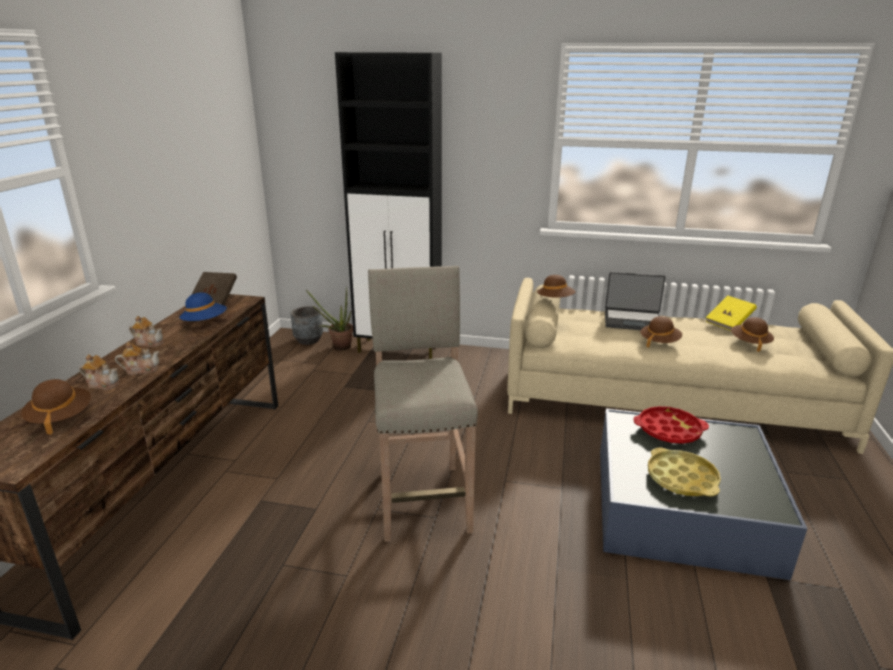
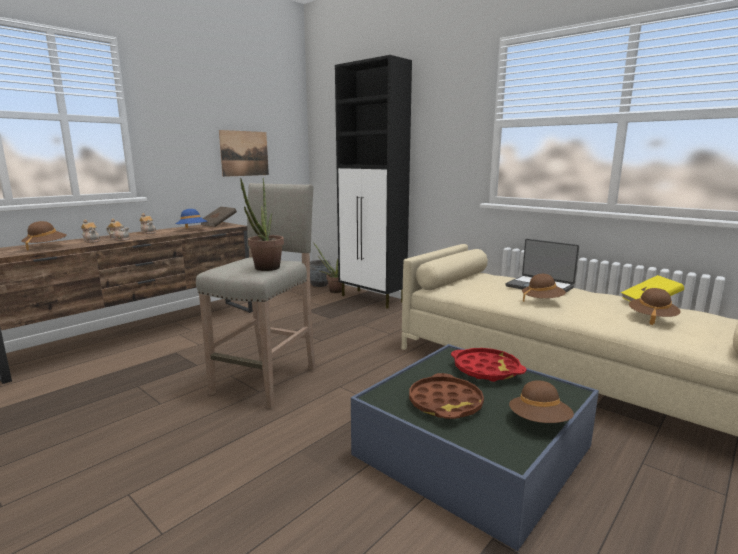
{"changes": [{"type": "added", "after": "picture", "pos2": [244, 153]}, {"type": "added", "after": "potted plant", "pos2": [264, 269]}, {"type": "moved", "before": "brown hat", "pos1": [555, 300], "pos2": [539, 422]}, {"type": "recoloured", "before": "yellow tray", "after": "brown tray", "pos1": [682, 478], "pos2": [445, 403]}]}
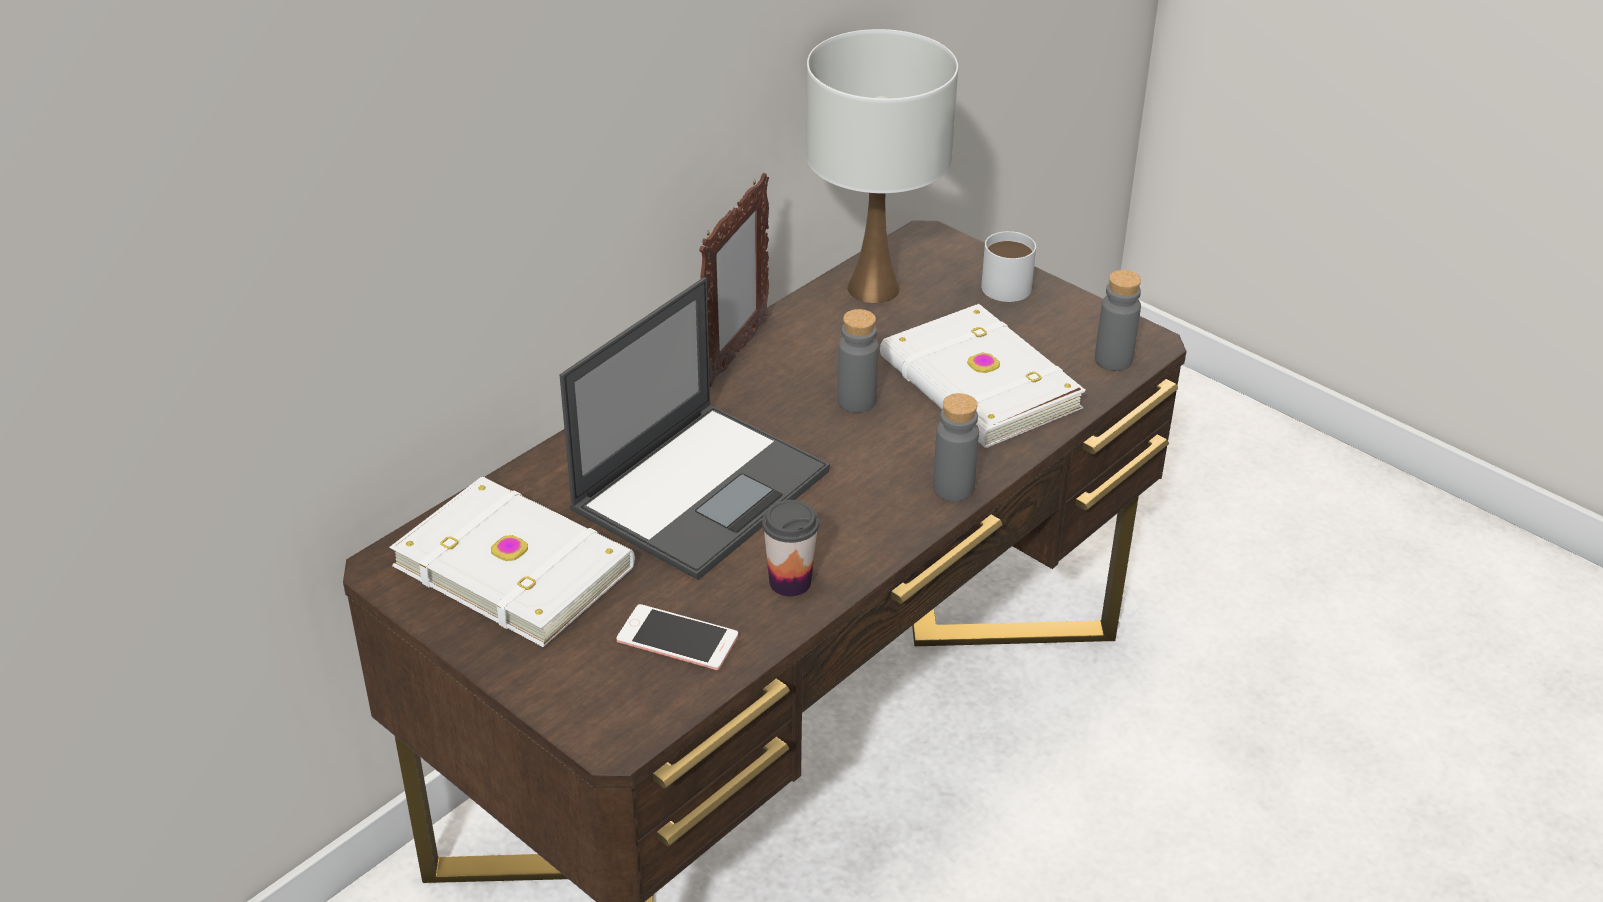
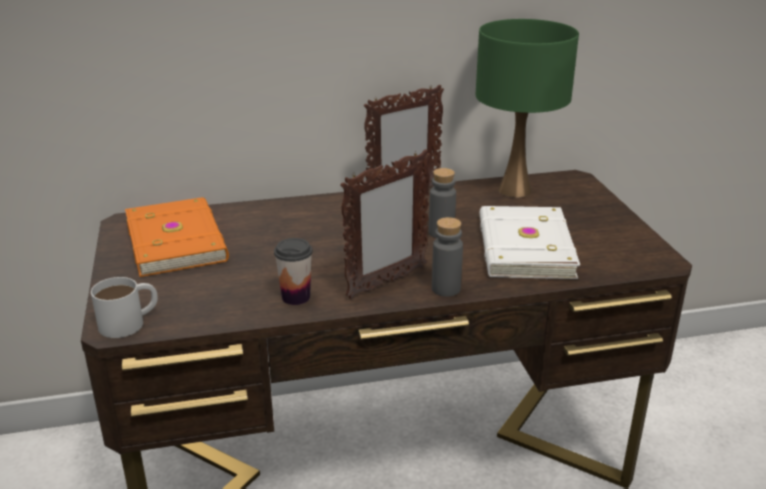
{"changes": [{"type": "removed", "before": "laptop", "pos1": [702, 488]}, {"type": "removed", "before": "phone", "pos1": [677, 638]}, {"type": "removed", "before": "grey bottle", "pos1": [1113, 360]}, {"type": "added", "after": "picture frame", "pos2": [386, 282]}, {"type": "moved", "before": "white mug", "pos1": [1009, 281], "pos2": [130, 322]}, {"type": "recoloured", "before": "white book", "after": "orange book", "pos1": [515, 564], "pos2": [178, 240]}, {"type": "recoloured", "before": "white table lamp", "after": "green table lamp", "pos1": [872, 288], "pos2": [514, 190]}]}
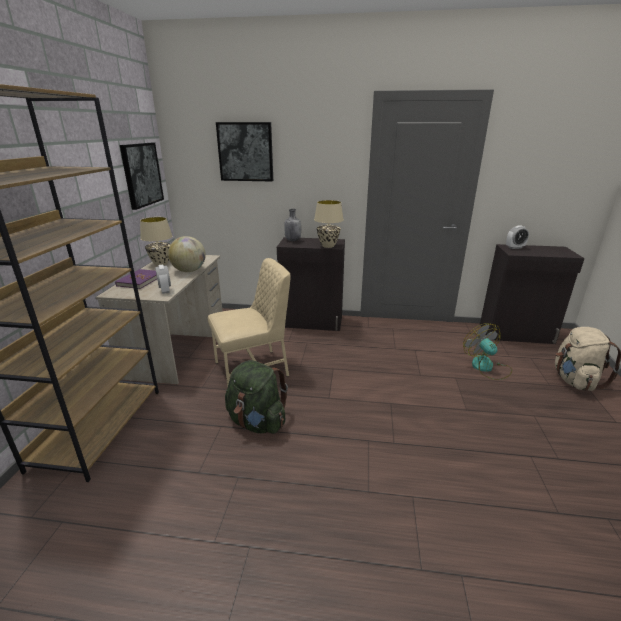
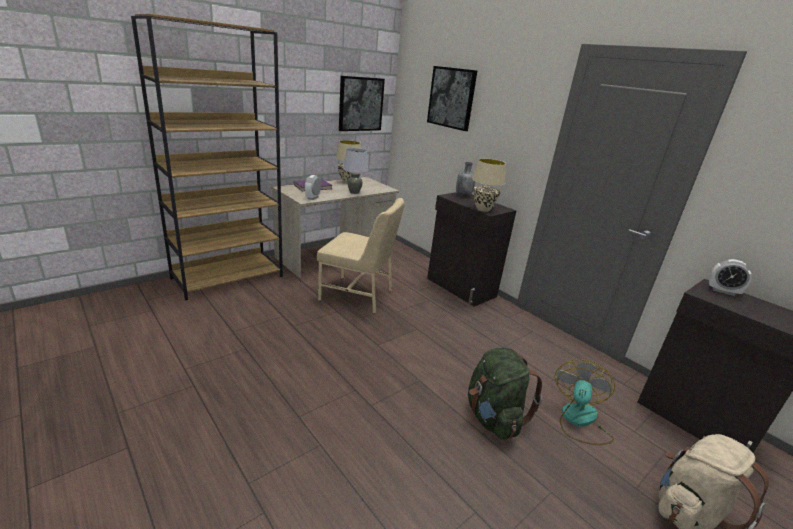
{"changes": [{"type": "moved", "before": "green backpack", "pos1": [257, 422], "pos2": [493, 417]}, {"type": "replaced", "before": "globe", "after": "grey table lamp", "pos1": [189, 271], "pos2": [354, 192]}]}
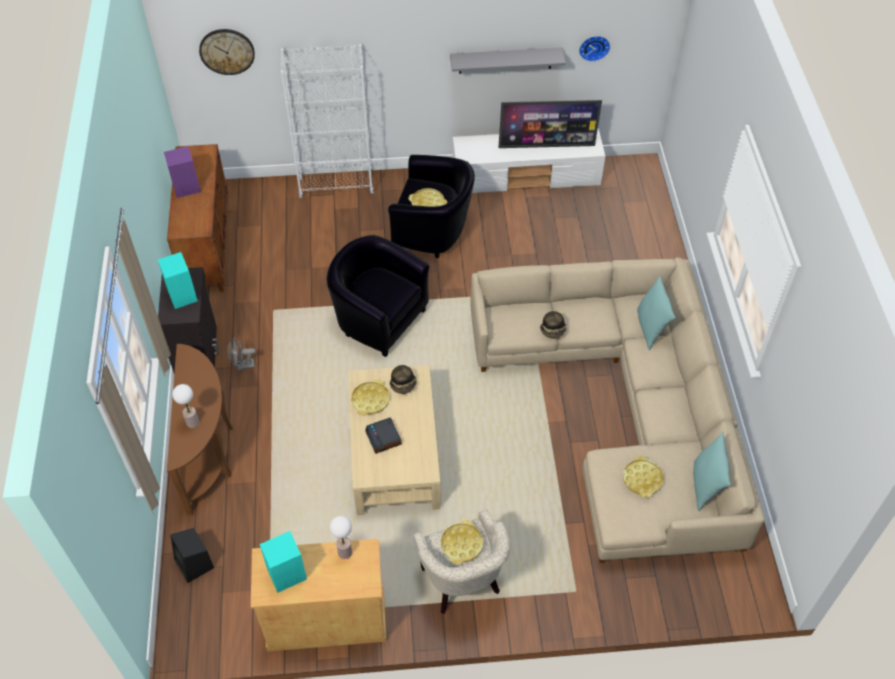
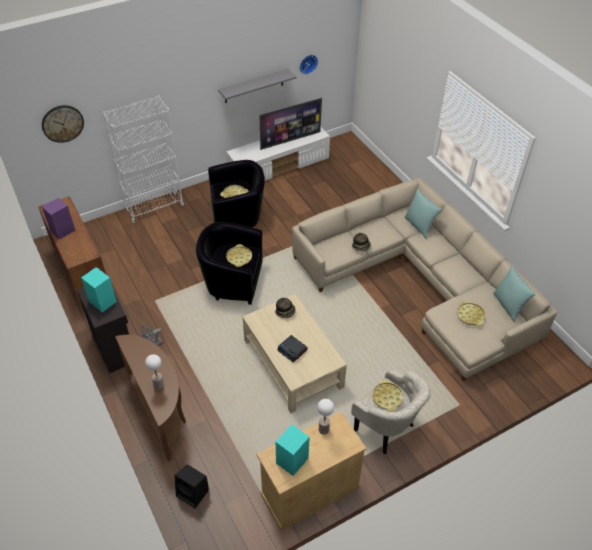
{"changes": [{"type": "moved", "before": "yellow tray", "pos1": [370, 400], "pos2": [239, 258]}]}
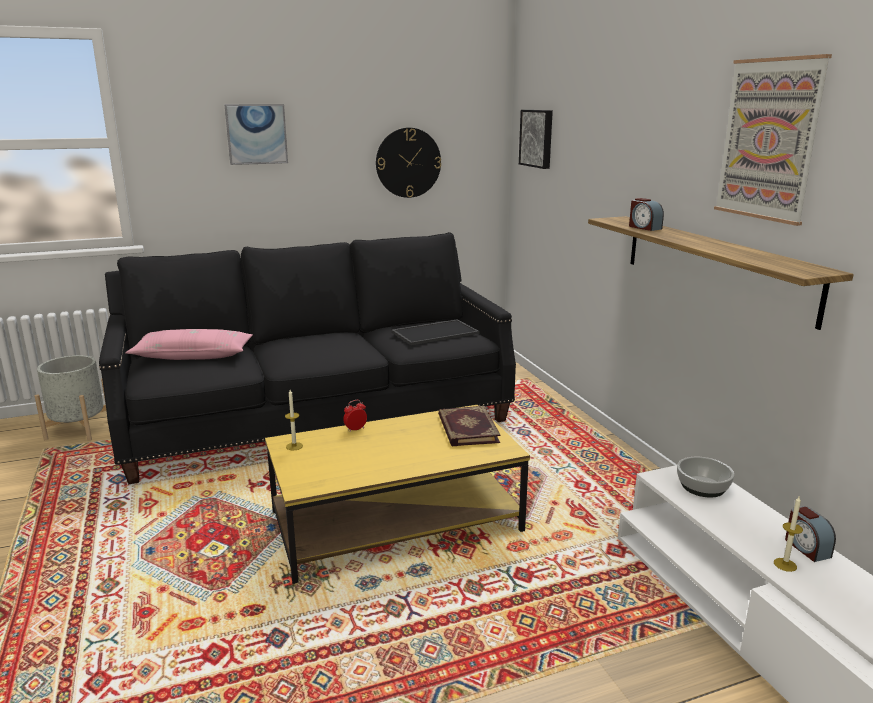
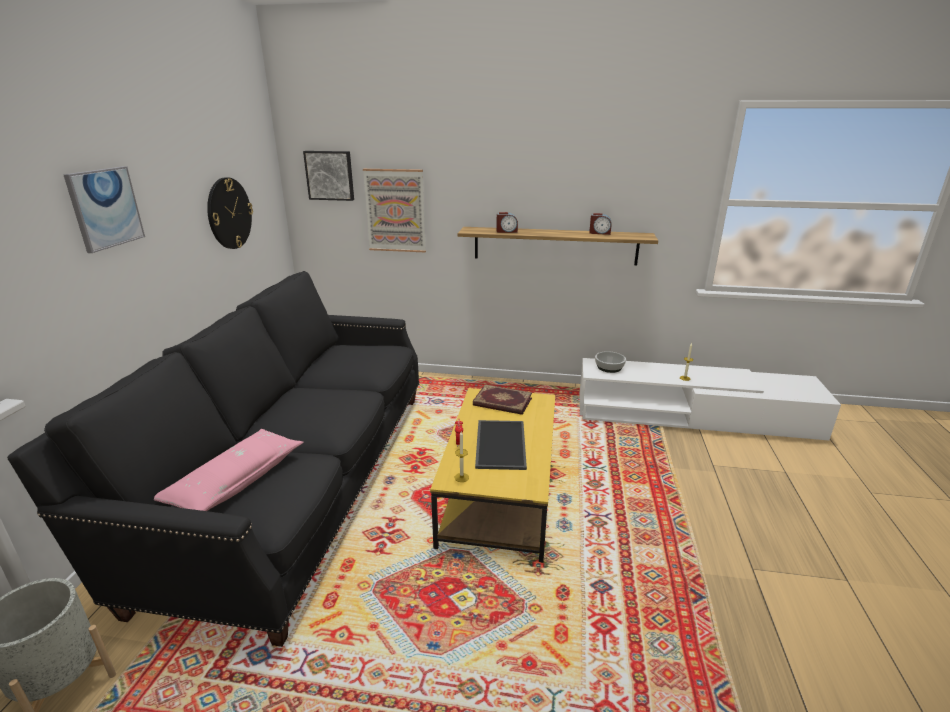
{"changes": [{"type": "moved", "before": "tray", "pos1": [435, 332], "pos2": [499, 444]}, {"type": "moved", "before": "picture", "pos1": [769, 140], "pos2": [395, 211]}, {"type": "moved", "before": "alarm clock", "pos1": [806, 548], "pos2": [599, 233]}]}
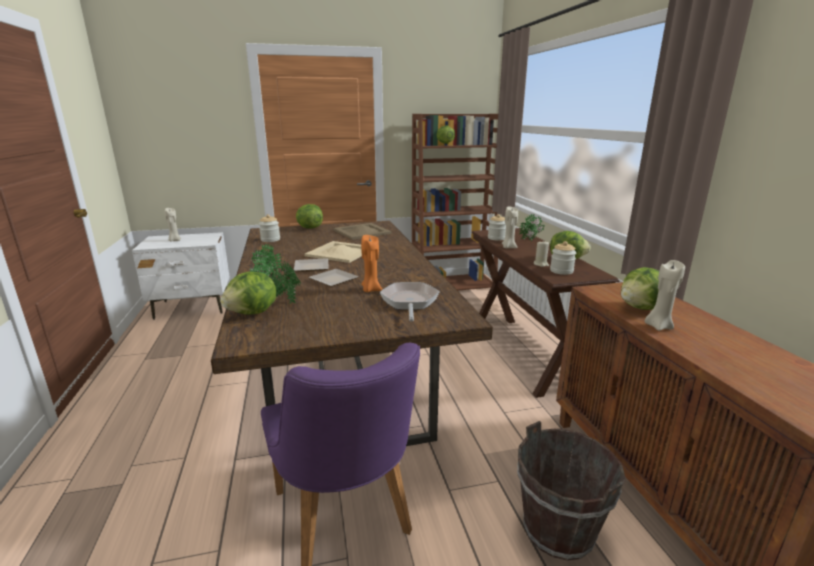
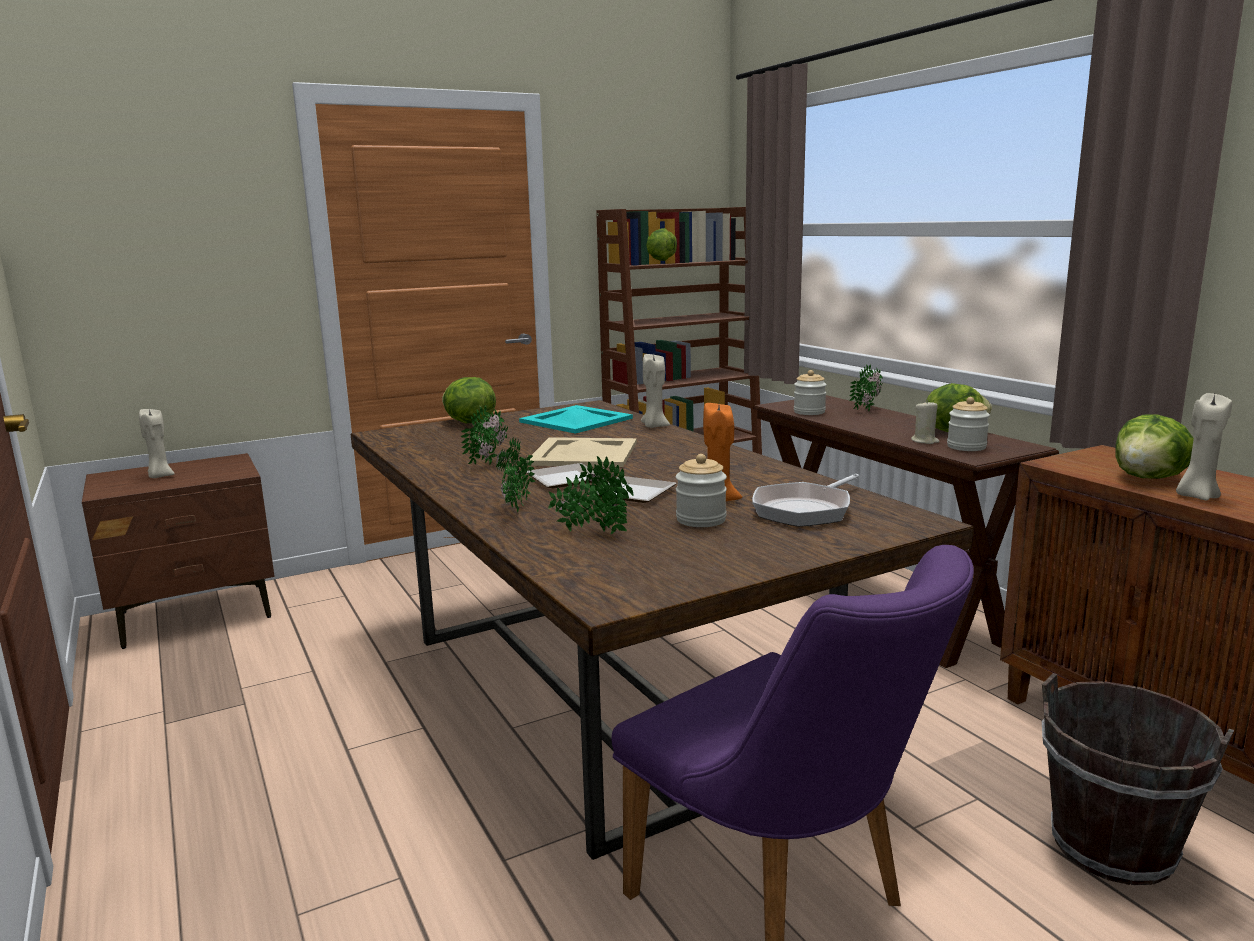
{"changes": [{"type": "removed", "before": "lettuce", "pos1": [253, 313]}, {"type": "added", "after": "potted plant", "pos2": [491, 463]}, {"type": "moved", "before": "jar", "pos1": [270, 240], "pos2": [701, 520]}, {"type": "moved", "before": "beige candle", "pos1": [508, 247], "pos2": [654, 426]}, {"type": "recoloured", "before": "white nightstand", "after": "brown nightstand", "pos1": [193, 307], "pos2": [197, 615]}, {"type": "recoloured", "before": "beige tray", "after": "turquoise tray", "pos1": [362, 231], "pos2": [576, 420]}, {"type": "turned", "before": "frying pan", "pos1": [409, 302], "pos2": [806, 510], "turn": -120}]}
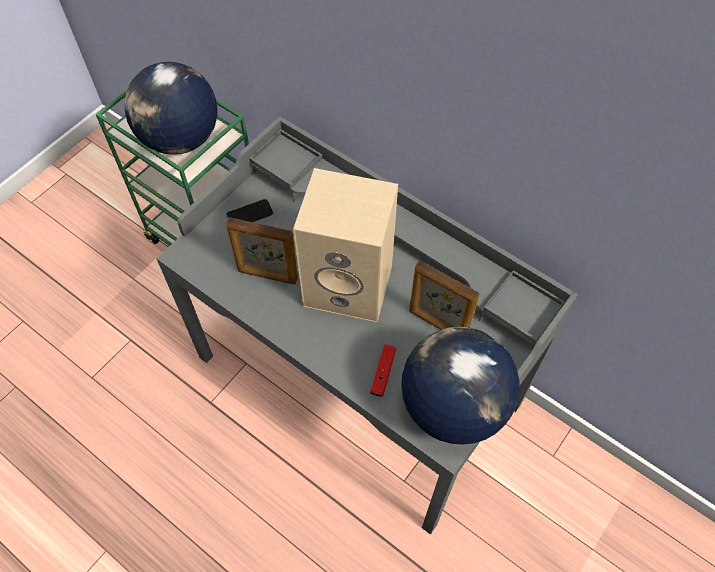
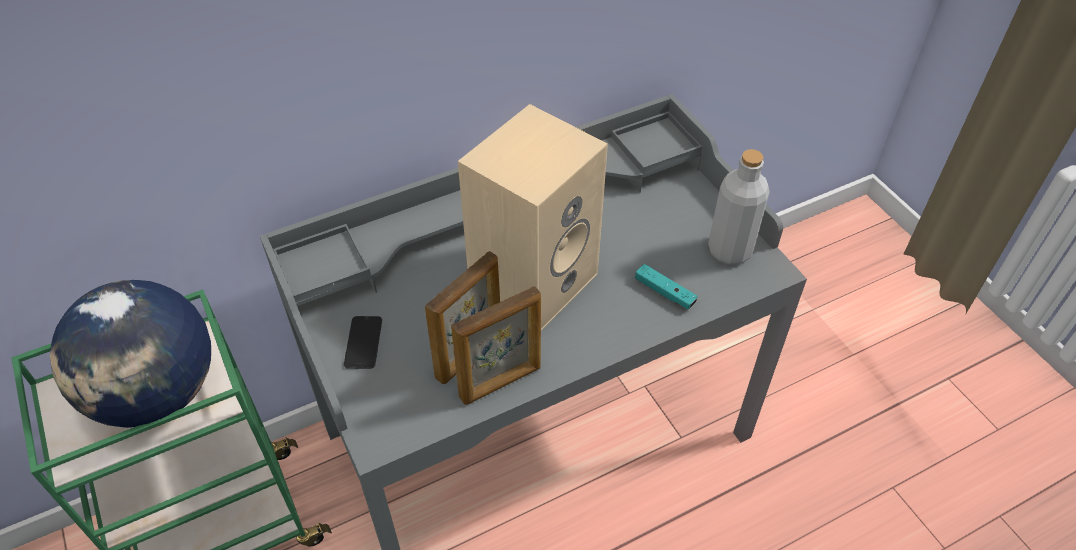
{"changes": [{"type": "moved", "before": "picture frame", "pos1": [437, 323], "pos2": [501, 382]}, {"type": "replaced", "before": "globe", "after": "grey bottle", "pos1": [452, 406], "pos2": [730, 250]}, {"type": "recoloured", "before": "red game controller", "after": "turquoise game controller", "pos1": [383, 373], "pos2": [664, 292]}]}
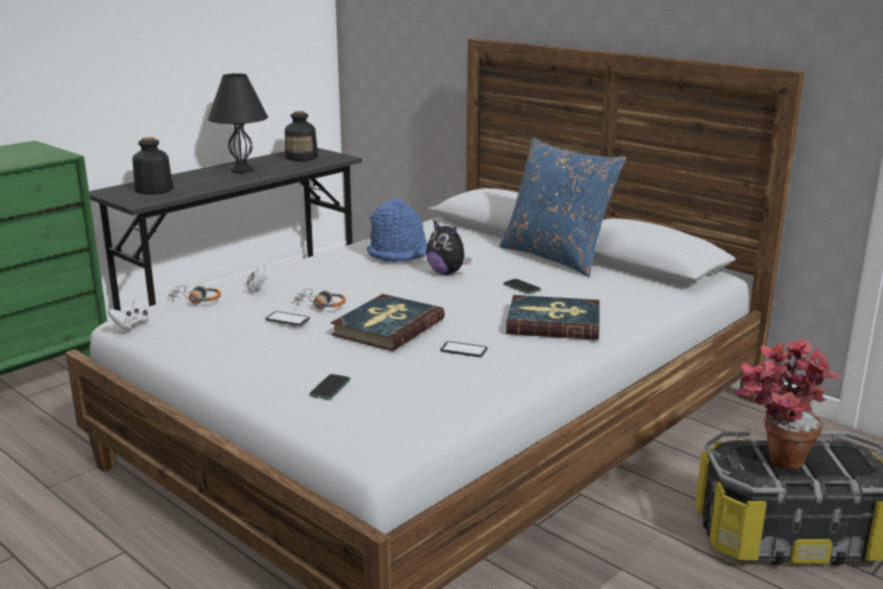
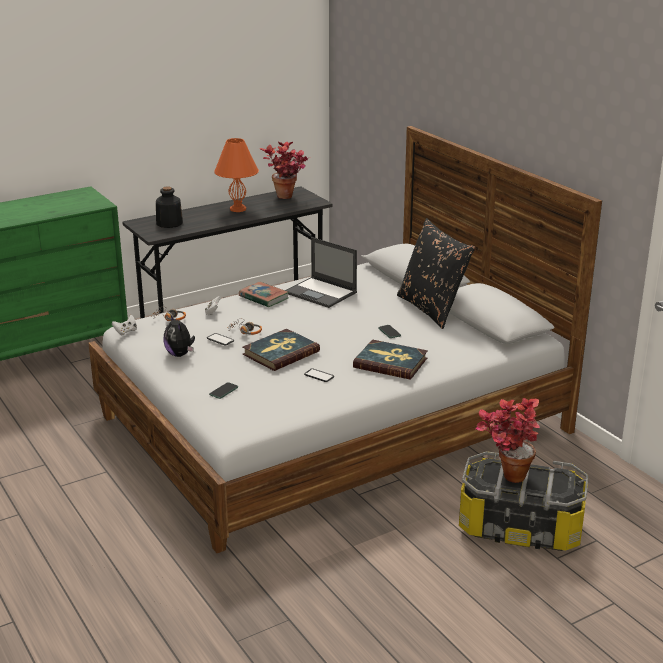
{"changes": [{"type": "added", "after": "book", "pos2": [263, 297]}, {"type": "moved", "before": "plush toy", "pos1": [447, 273], "pos2": [180, 354]}, {"type": "replaced", "before": "bottle", "after": "potted plant", "pos1": [302, 157], "pos2": [288, 198]}, {"type": "replaced", "before": "blue hat", "after": "laptop", "pos1": [398, 253], "pos2": [321, 293]}, {"type": "recoloured", "before": "black table lamp", "after": "orange table lamp", "pos1": [241, 170], "pos2": [237, 209]}, {"type": "recoloured", "before": "blue pillow", "after": "black pillow", "pos1": [556, 257], "pos2": [432, 309]}]}
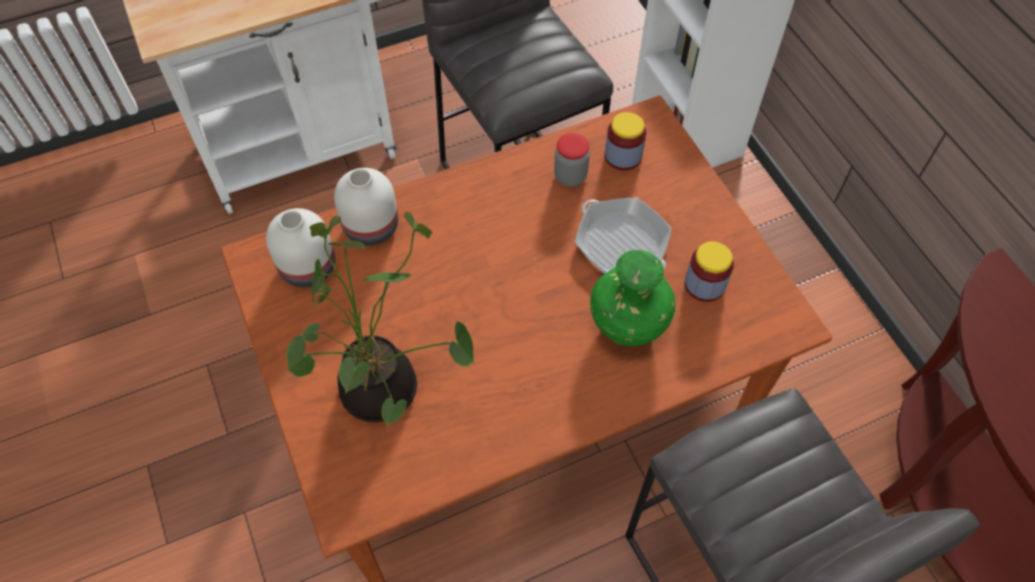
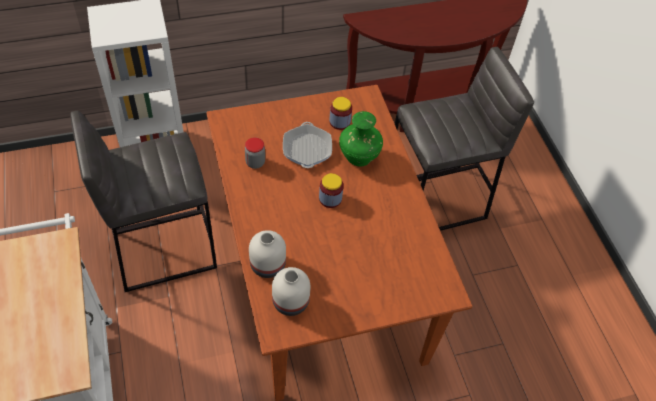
{"changes": [{"type": "removed", "before": "potted plant", "pos1": [386, 389]}, {"type": "moved", "before": "jar", "pos1": [623, 156], "pos2": [330, 198]}, {"type": "turned", "before": "frying pan", "pos1": [621, 243], "pos2": [307, 149], "turn": 120}]}
